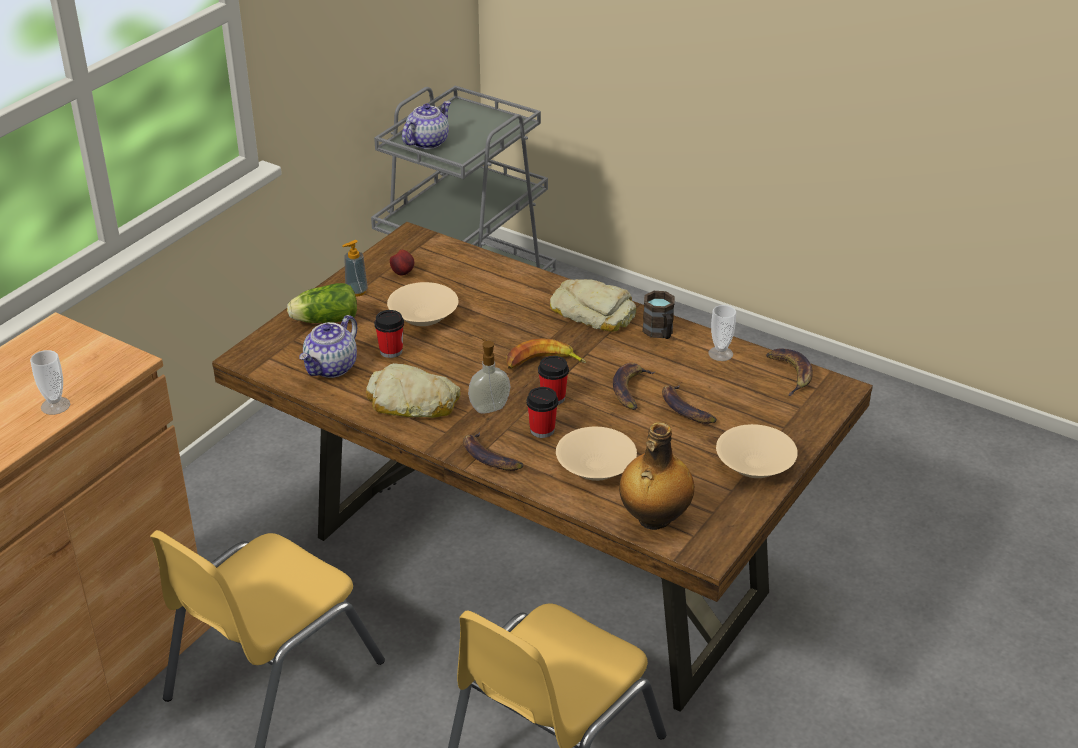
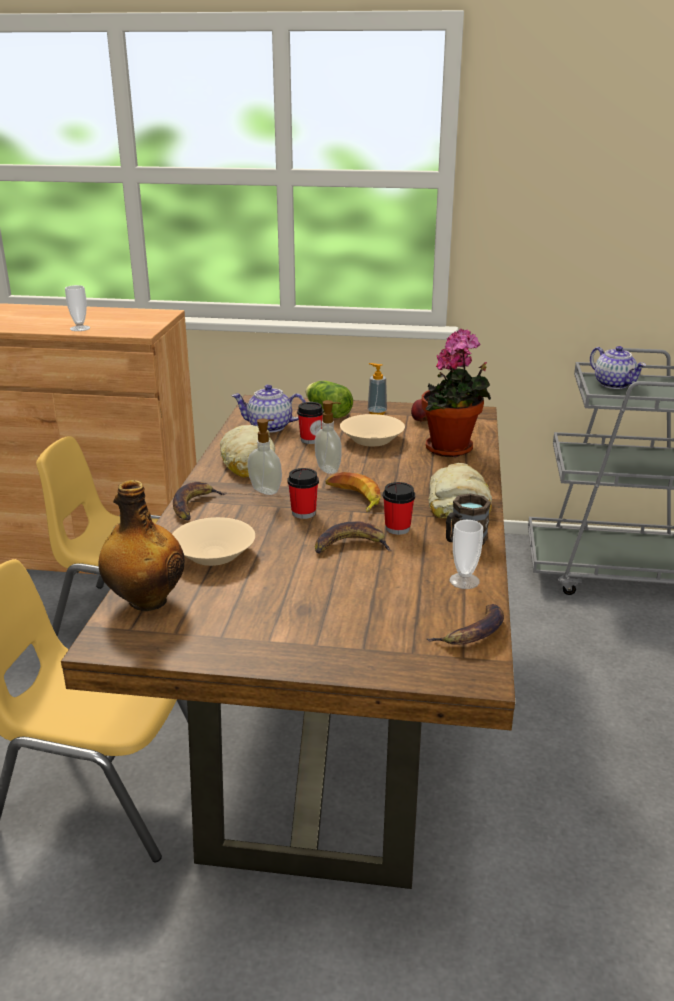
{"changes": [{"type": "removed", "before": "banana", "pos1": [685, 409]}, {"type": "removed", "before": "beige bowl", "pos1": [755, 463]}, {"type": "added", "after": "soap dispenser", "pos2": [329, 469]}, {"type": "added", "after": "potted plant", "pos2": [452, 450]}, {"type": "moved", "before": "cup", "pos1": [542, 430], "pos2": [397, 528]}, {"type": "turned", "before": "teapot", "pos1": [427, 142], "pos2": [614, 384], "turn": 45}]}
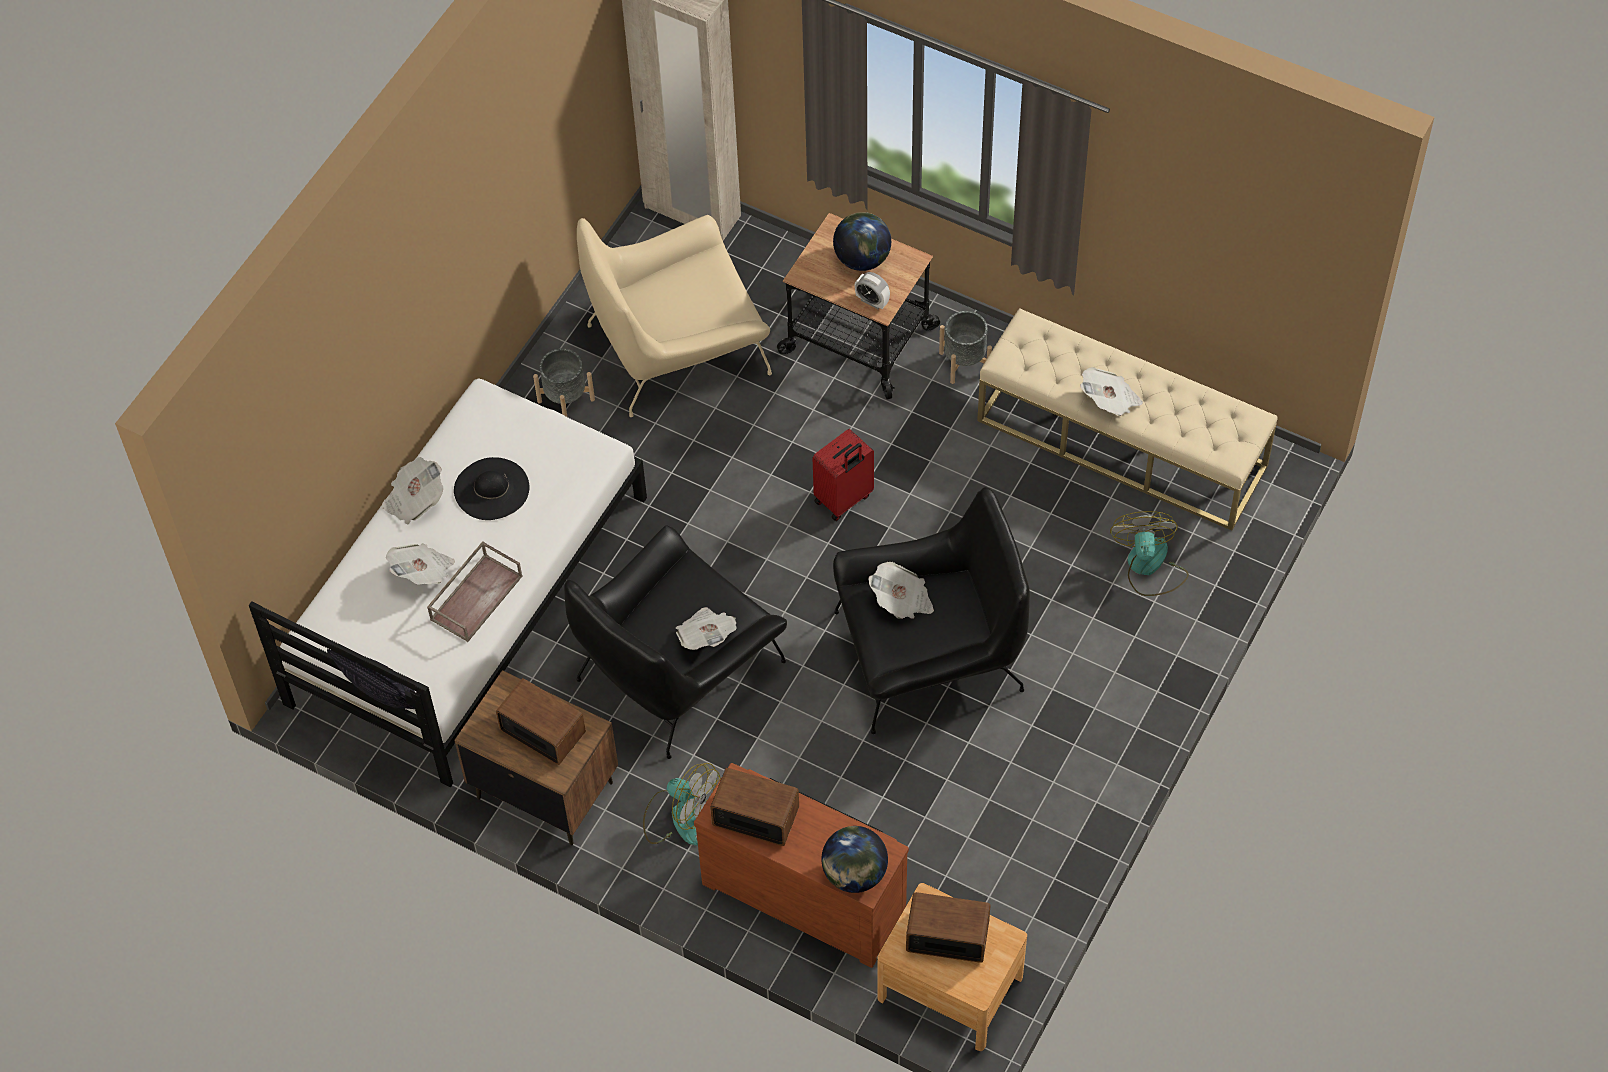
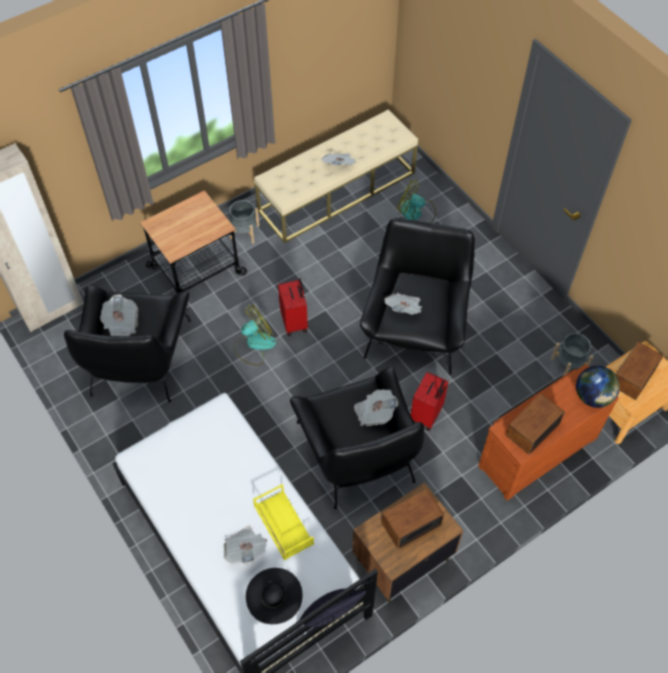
{"changes": [{"type": "removed", "before": "globe", "pos1": [862, 258]}, {"type": "removed", "before": "alarm clock", "pos1": [872, 301]}, {"type": "added", "after": "red suitcase", "pos2": [427, 415]}, {"type": "moved", "before": "newspaper", "pos1": [414, 500], "pos2": [121, 324]}, {"type": "moved", "before": "black hat", "pos1": [491, 489], "pos2": [274, 596]}, {"type": "moved", "before": "grey planter", "pos1": [566, 400], "pos2": [569, 365]}, {"type": "moved", "before": "fan", "pos1": [680, 816], "pos2": [254, 344]}, {"type": "recoloured", "before": "brown tray", "after": "yellow tray", "pos1": [476, 596], "pos2": [282, 524]}, {"type": "recoloured", "before": "beige armchair", "after": "black armchair", "pos1": [677, 347], "pos2": [139, 357]}]}
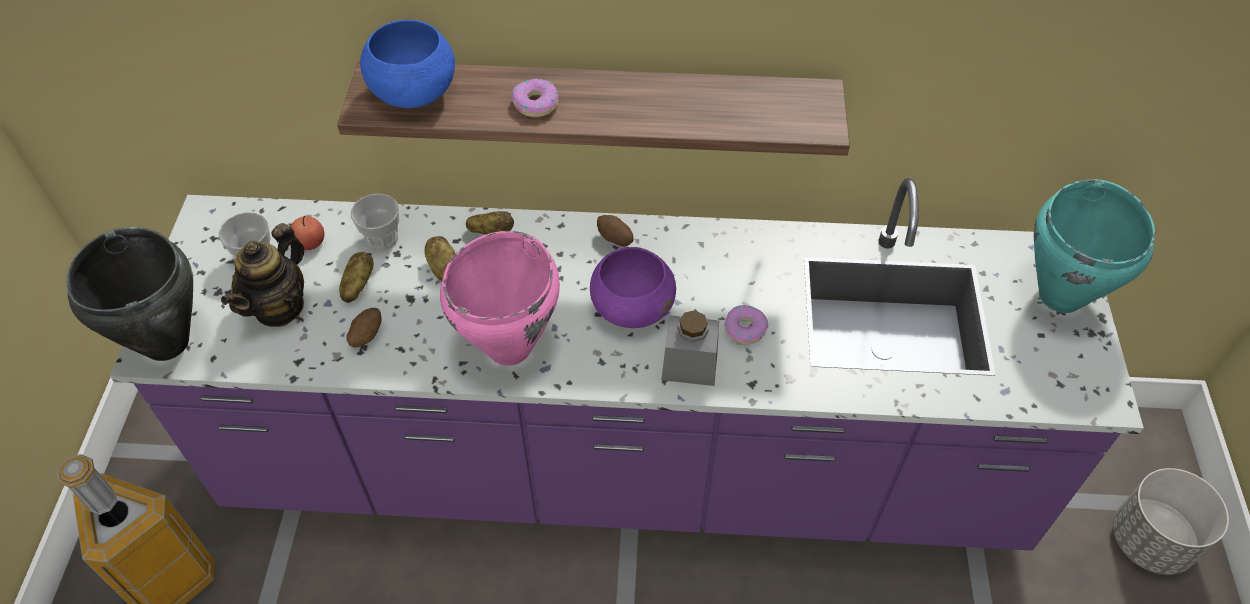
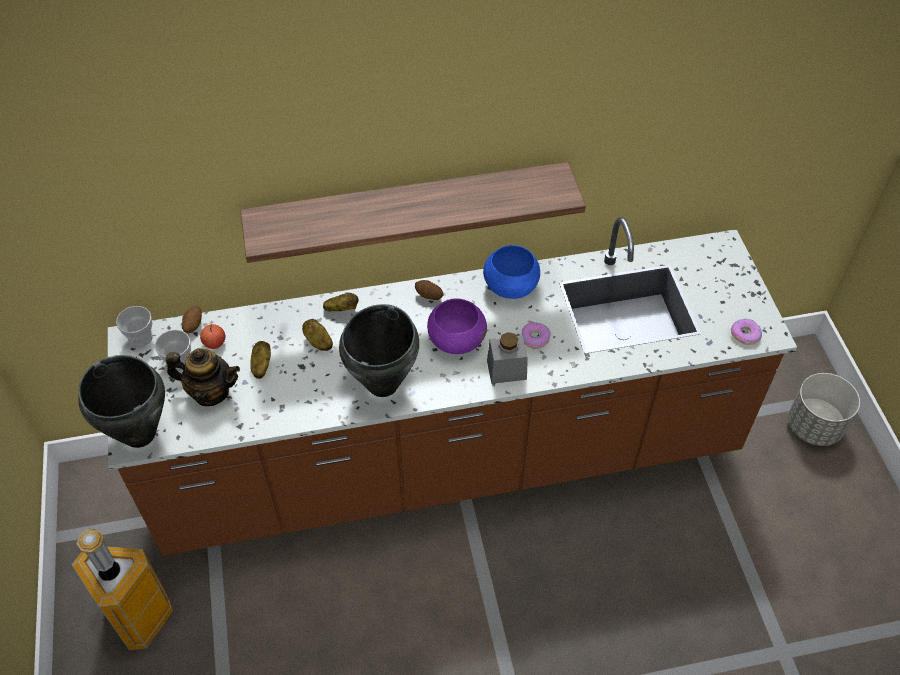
{"changes": [{"type": "removed", "before": "turquoise cooking pot", "pos1": [1061, 296]}, {"type": "moved", "before": "potato", "pos1": [366, 336], "pos2": [193, 325]}, {"type": "moved", "before": "cup", "pos1": [382, 238], "pos2": [141, 337]}, {"type": "moved", "before": "blue bowl", "pos1": [413, 94], "pos2": [510, 287]}, {"type": "moved", "before": "donut", "pos1": [535, 103], "pos2": [745, 334]}, {"type": "recoloured", "before": "purple counter", "after": "brown counter", "pos1": [625, 469], "pos2": [450, 461]}, {"type": "recoloured", "before": "pink cooking pot", "after": "black cooking pot", "pos1": [510, 347], "pos2": [383, 384]}, {"type": "turned", "before": "teapot", "pos1": [279, 307], "pos2": [211, 392], "turn": -90}]}
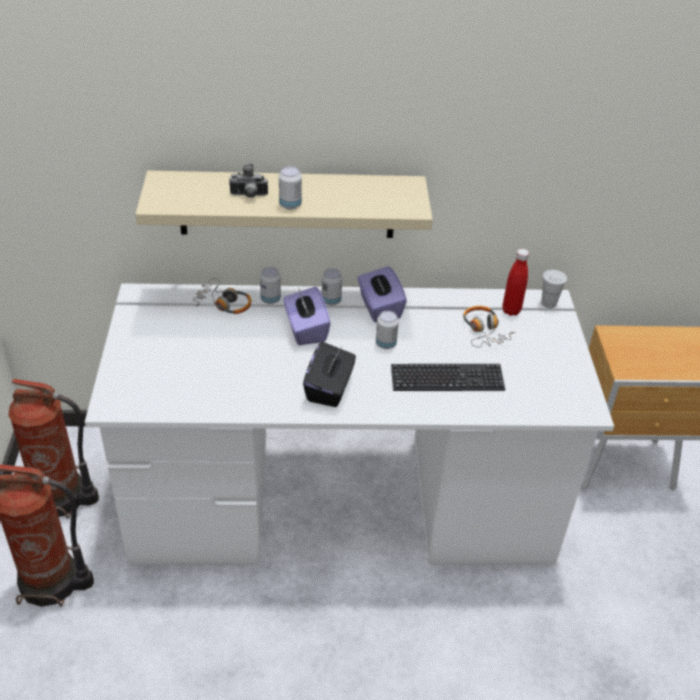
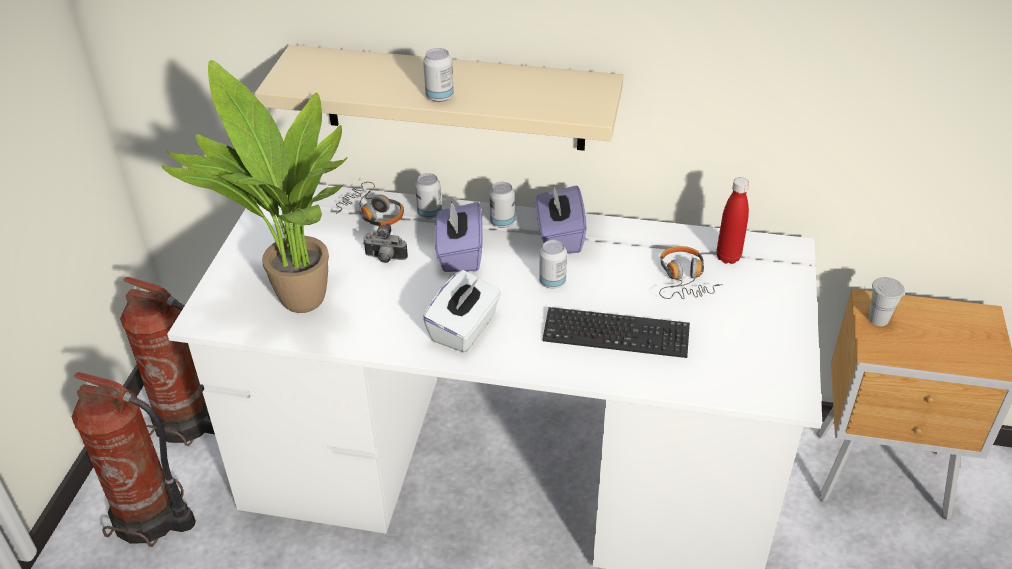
{"changes": [{"type": "added", "after": "potted plant", "pos2": [295, 303]}, {"type": "moved", "before": "photo camera", "pos1": [248, 196], "pos2": [385, 259]}, {"type": "moved", "before": "white cup", "pos1": [548, 303], "pos2": [878, 319]}, {"type": "recoloured", "before": "black tissue box", "after": "white tissue box", "pos1": [329, 389], "pos2": [464, 329]}]}
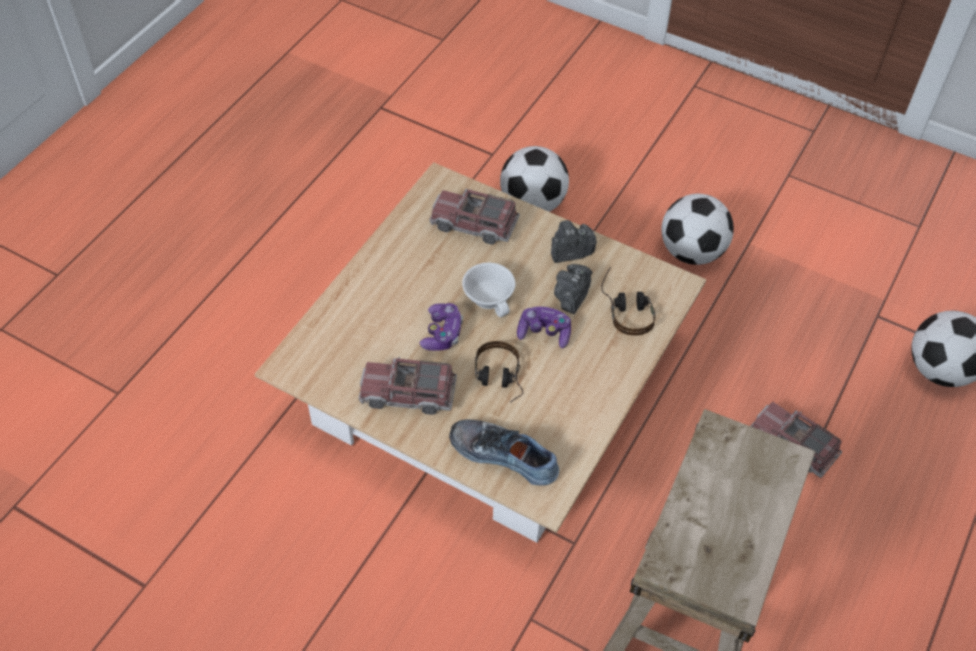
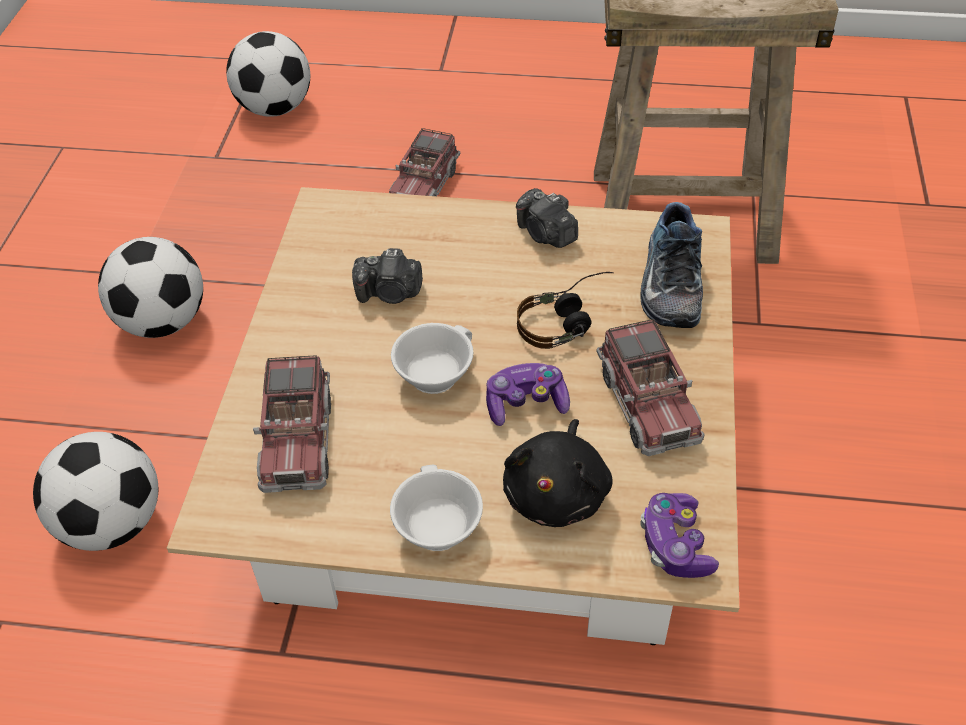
{"changes": [{"type": "removed", "before": "headphones", "pos1": [627, 308]}, {"type": "added", "after": "white cup", "pos2": [434, 526]}, {"type": "added", "after": "black plush toy", "pos2": [557, 493]}, {"type": "moved", "before": "game controller", "pos1": [544, 332], "pos2": [675, 544]}, {"type": "moved", "before": "photo camera", "pos1": [570, 252], "pos2": [546, 234]}]}
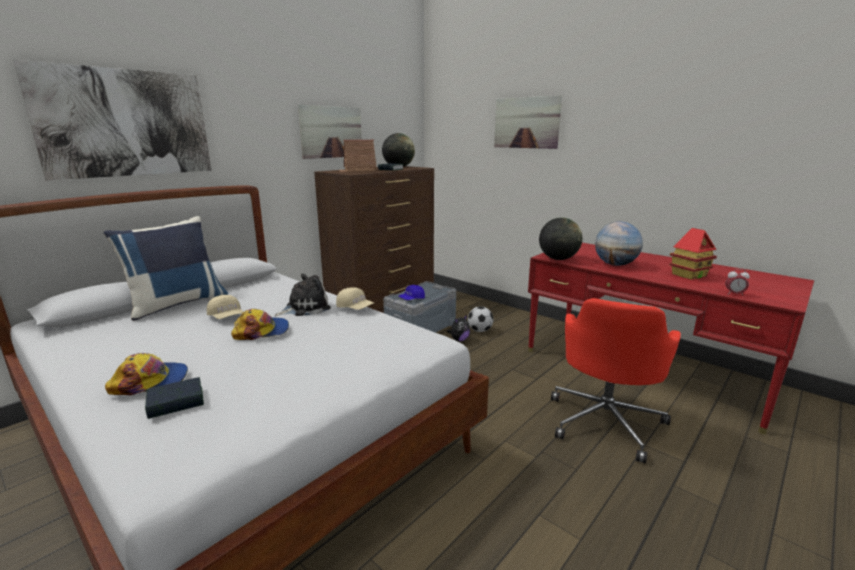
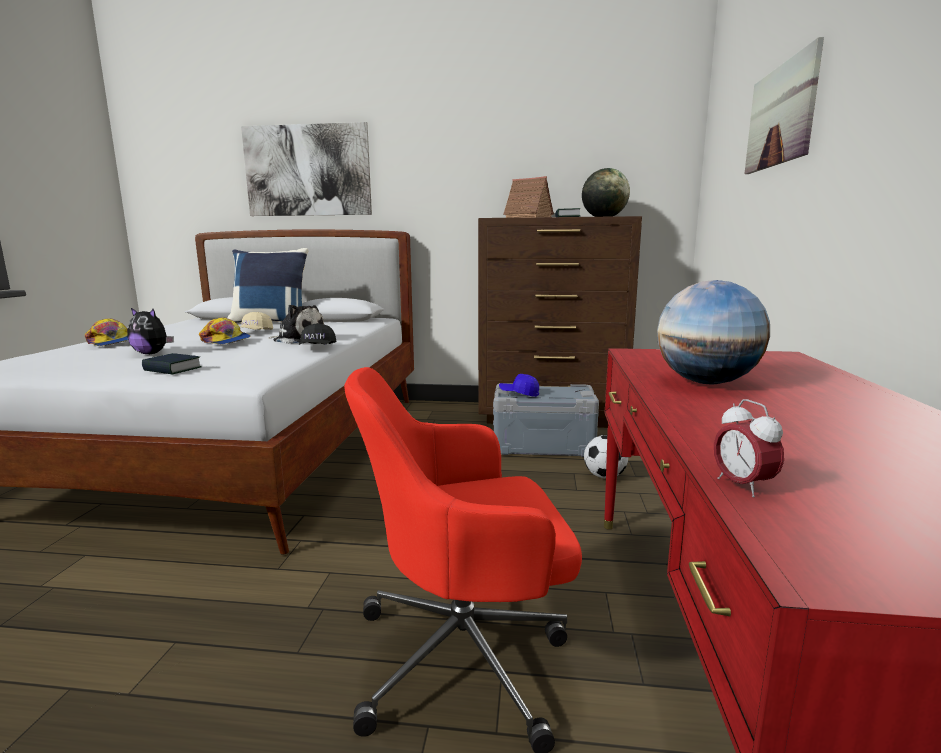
{"changes": [{"type": "removed", "before": "picture", "pos1": [331, 132]}, {"type": "removed", "before": "globe", "pos1": [558, 259]}, {"type": "removed", "before": "toy house", "pos1": [689, 275]}, {"type": "moved", "before": "book", "pos1": [176, 403], "pos2": [172, 369]}, {"type": "moved", "before": "plush toy", "pos1": [459, 340], "pos2": [152, 353]}, {"type": "recoloured", "before": "beige cap", "after": "black cap", "pos1": [355, 308], "pos2": [317, 347]}]}
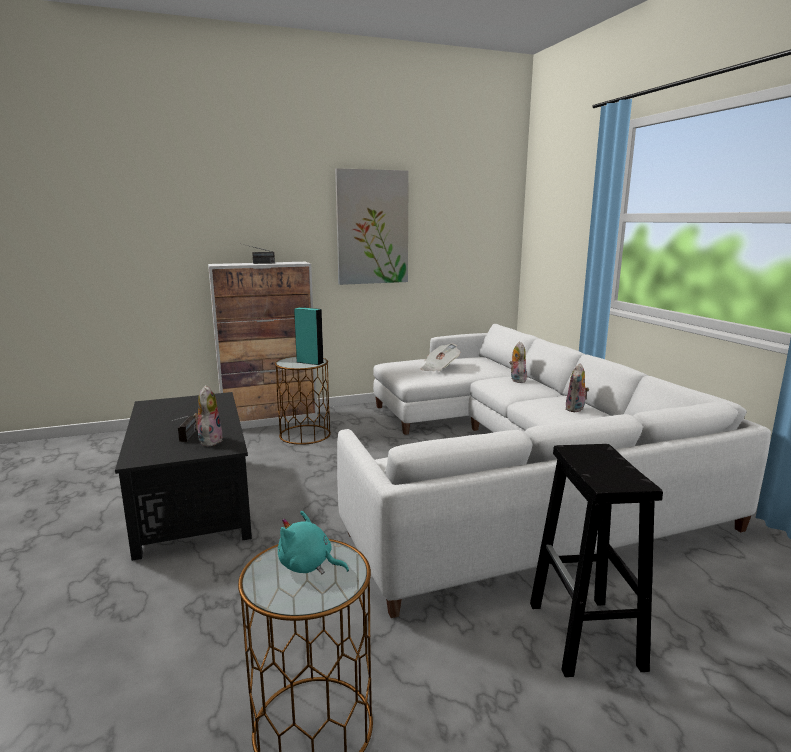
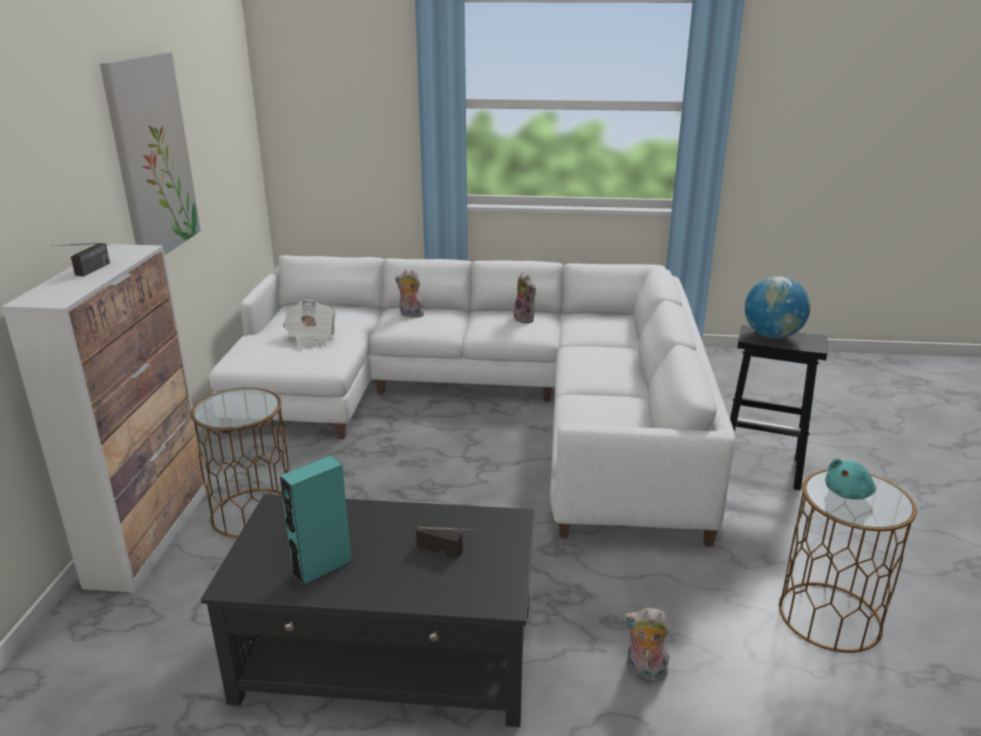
{"changes": [{"type": "added", "after": "globe", "pos2": [772, 335]}, {"type": "moved", "before": "plush toy", "pos1": [209, 440], "pos2": [644, 671]}, {"type": "moved", "before": "turquoise speaker", "pos1": [310, 362], "pos2": [322, 568]}]}
